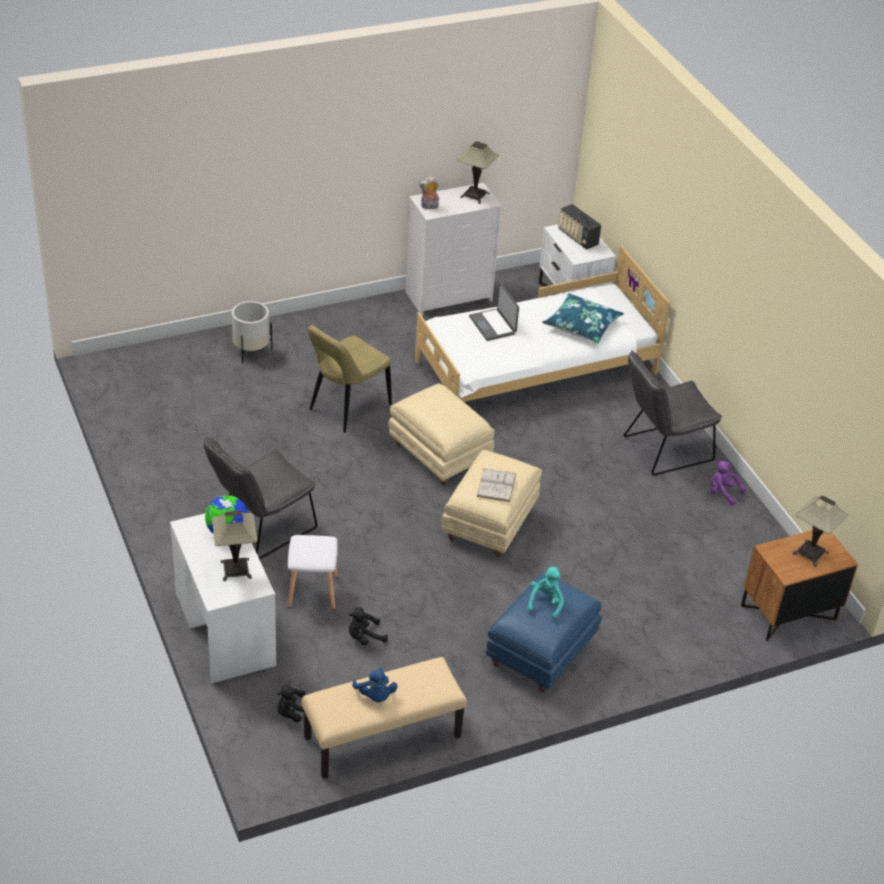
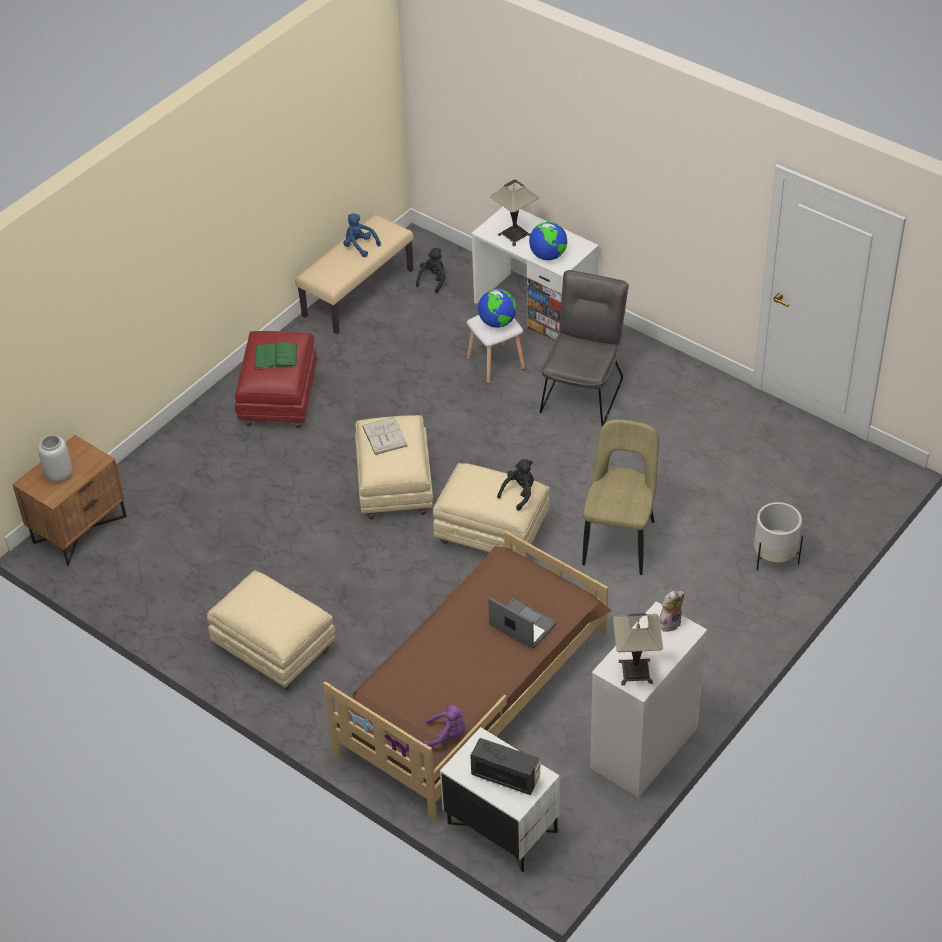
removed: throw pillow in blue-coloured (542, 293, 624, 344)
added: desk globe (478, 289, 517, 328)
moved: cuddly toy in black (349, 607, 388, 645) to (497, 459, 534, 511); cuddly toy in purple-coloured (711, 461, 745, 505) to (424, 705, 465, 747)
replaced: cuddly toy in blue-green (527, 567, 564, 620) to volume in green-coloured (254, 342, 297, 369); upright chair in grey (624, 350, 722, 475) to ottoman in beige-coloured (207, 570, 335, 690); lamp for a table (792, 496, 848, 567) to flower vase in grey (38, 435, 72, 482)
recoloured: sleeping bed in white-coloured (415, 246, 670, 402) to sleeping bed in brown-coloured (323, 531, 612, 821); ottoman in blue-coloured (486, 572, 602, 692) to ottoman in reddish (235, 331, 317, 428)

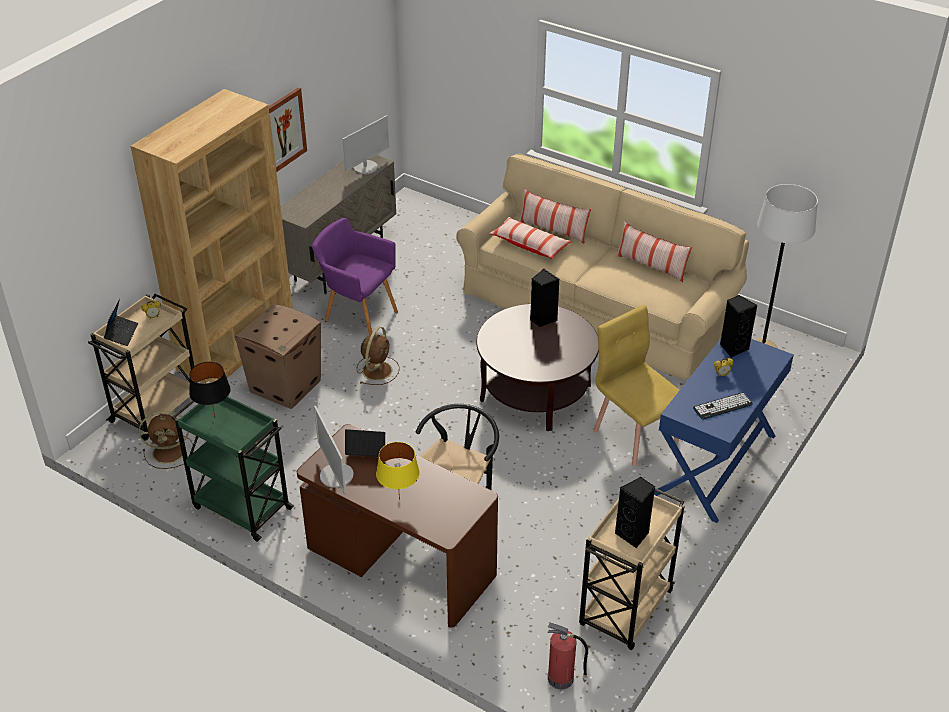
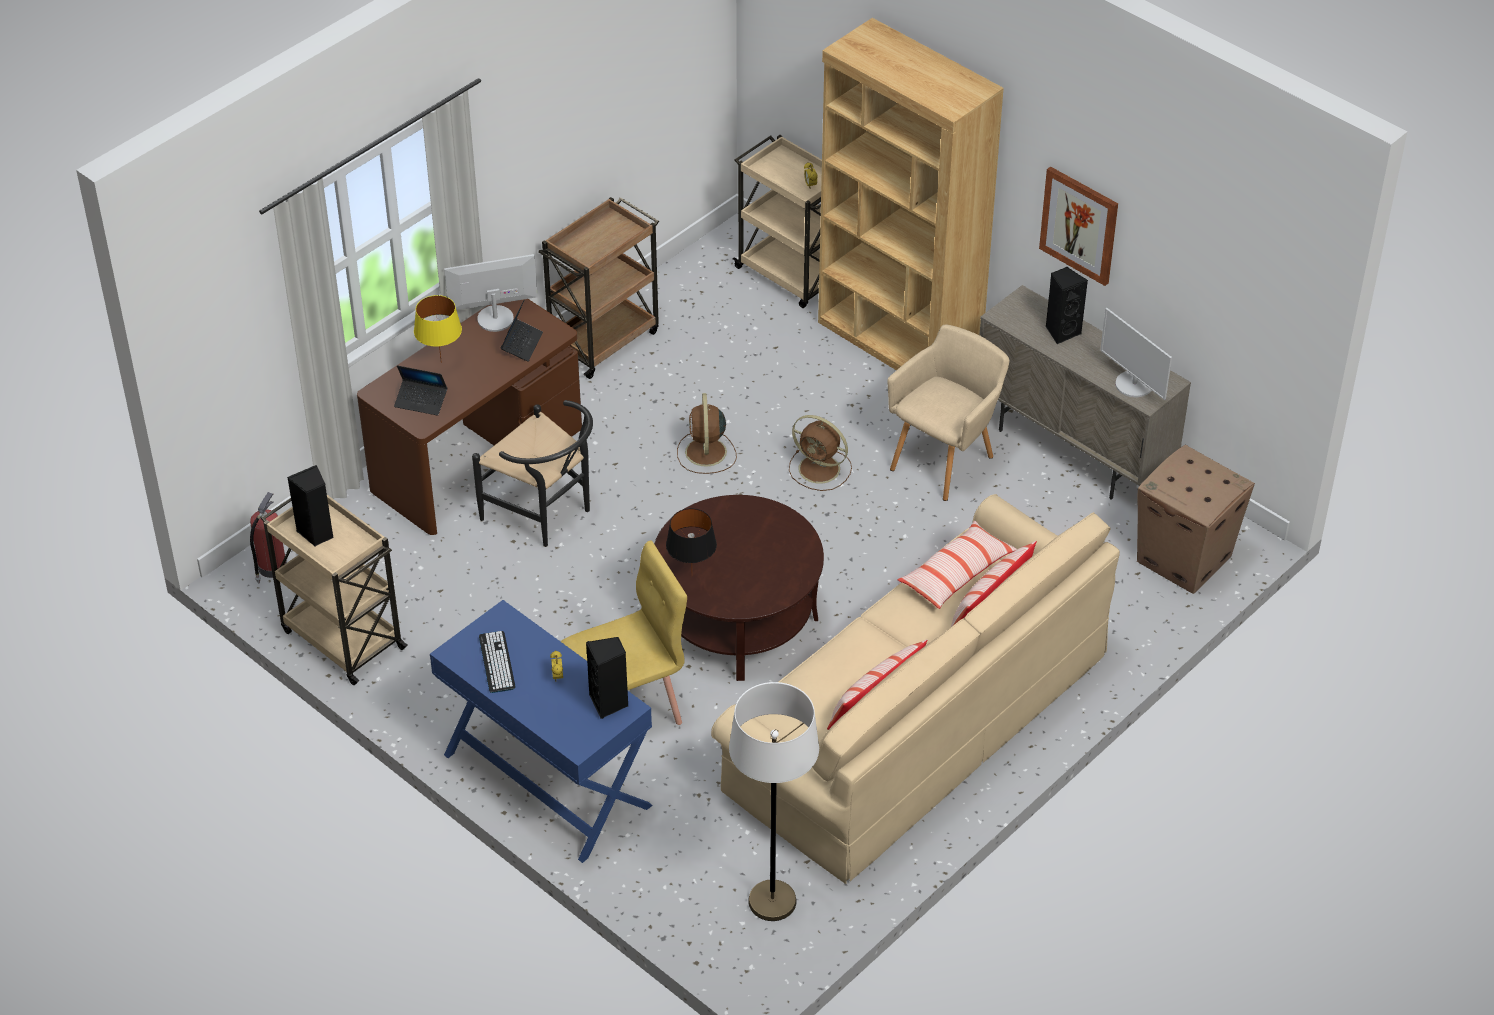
moved: laptop (104, 299, 138, 346) to (394, 365, 447, 416); electric fan in brown-coloured (139, 411, 194, 469) to (677, 393, 737, 474); lamp for a table in black (189, 362, 231, 417) to (666, 508, 717, 568); packing box (235, 304, 321, 409) to (1137, 445, 1255, 594); speaker in black (530, 269, 559, 327) to (1046, 266, 1088, 345)
recoloured: wheeled cart in green-coloured (172, 397, 295, 542) to wheeled cart in brown-coloured (538, 197, 659, 379); armchair in purple-coloured (312, 218, 398, 335) to armchair in beige-coloured (887, 325, 1010, 501)

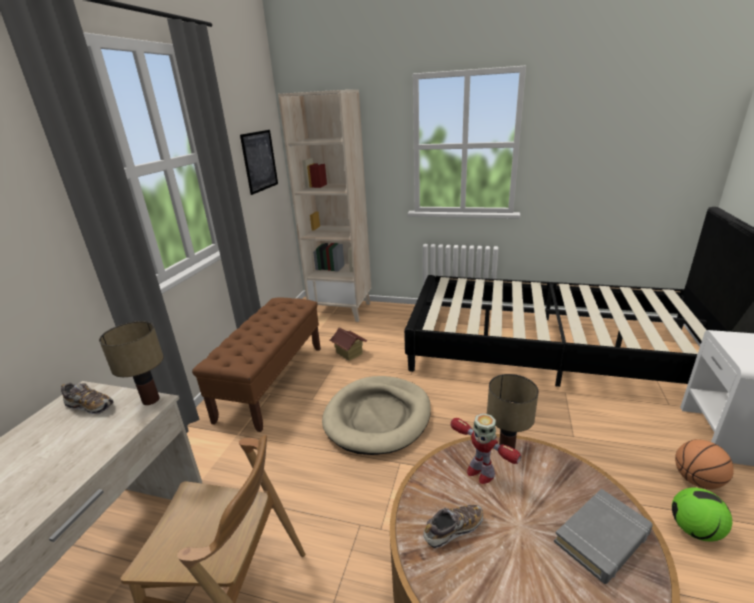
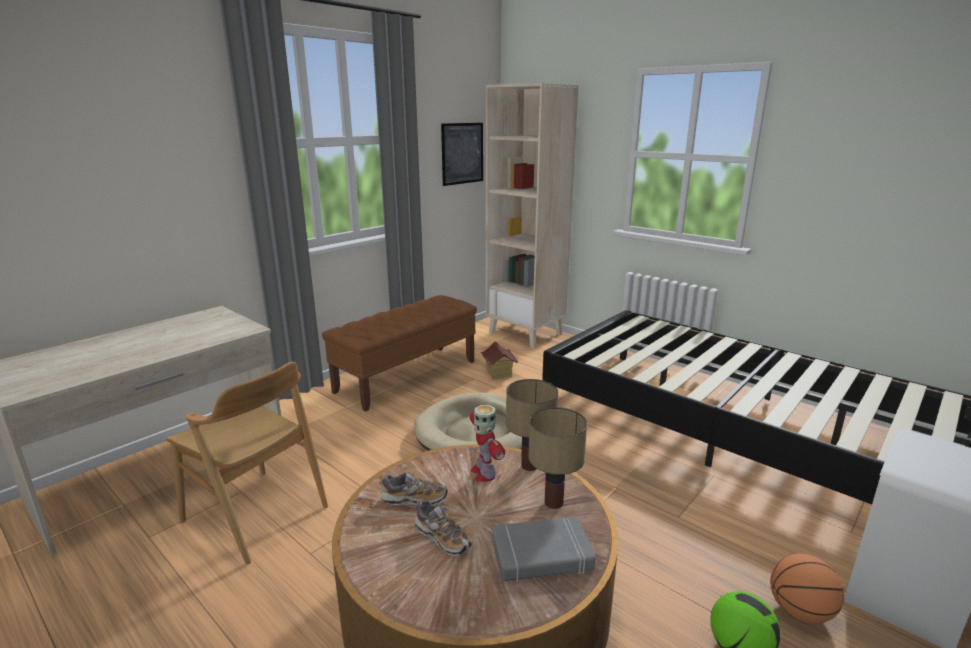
moved: shoe (61, 383, 114, 414) to (415, 499, 472, 556); lamp for a table (99, 321, 164, 405) to (528, 407, 587, 509)

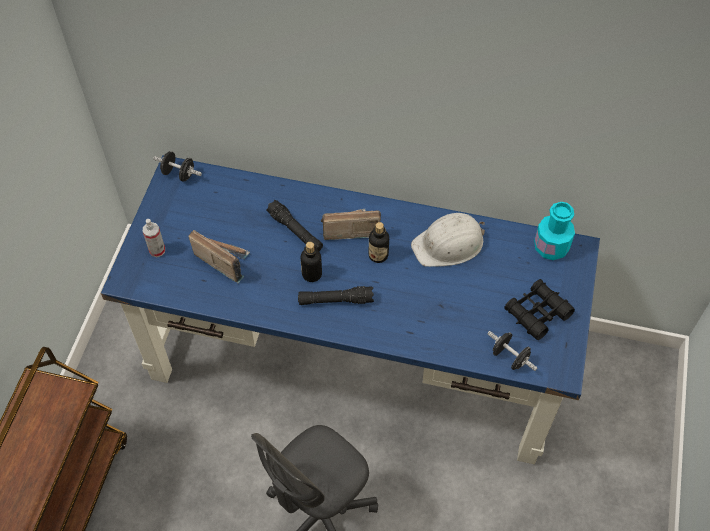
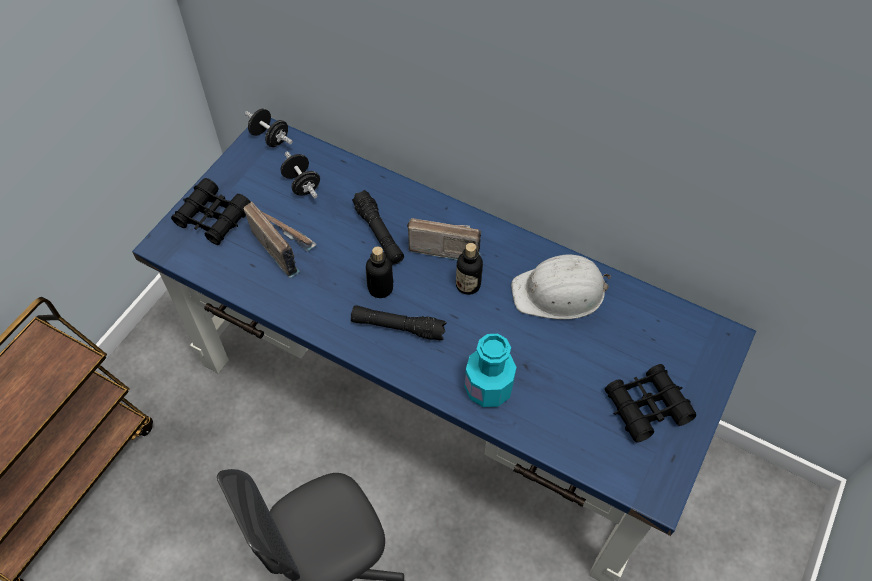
moved: dumbbell in black (487, 331, 537, 371) to (281, 152, 320, 198); beverage bottle in blue-green (534, 202, 575, 260) to (464, 334, 516, 407)
replaced: spray bottle (143, 219, 165, 257) to pair of binoculars in black (171, 178, 250, 245)

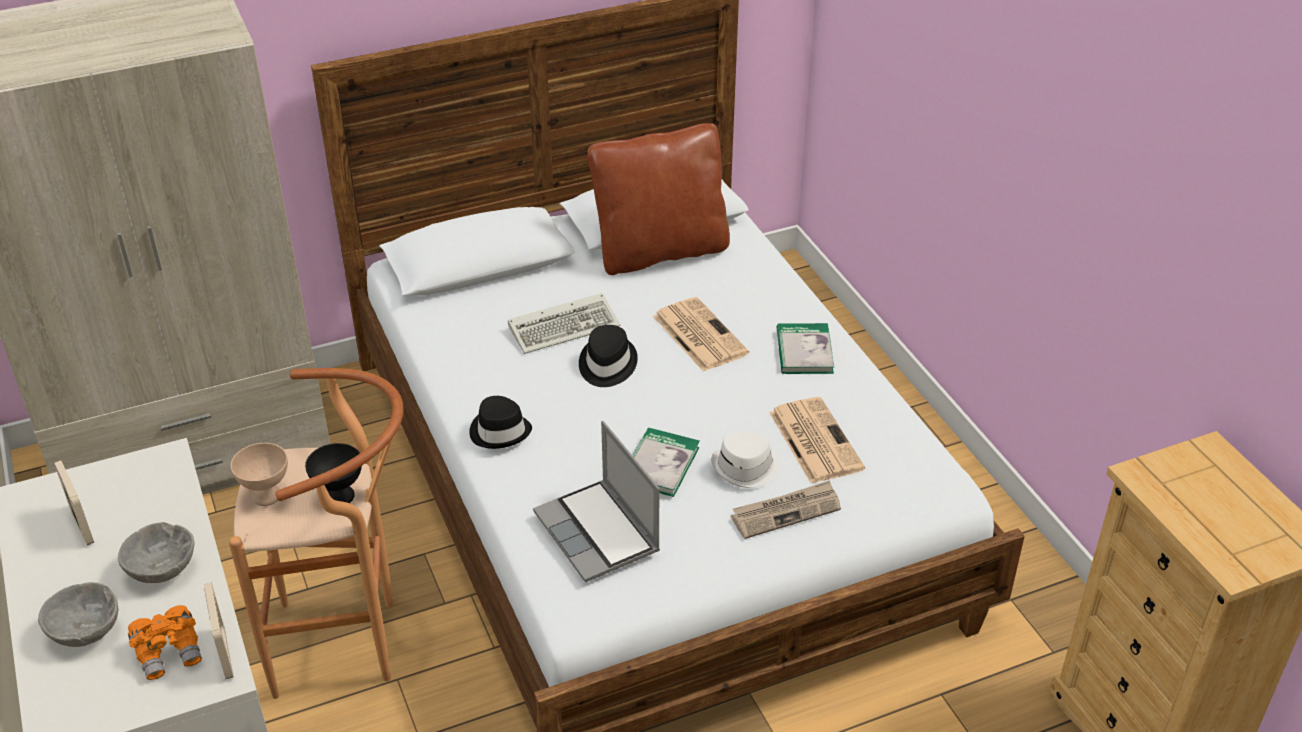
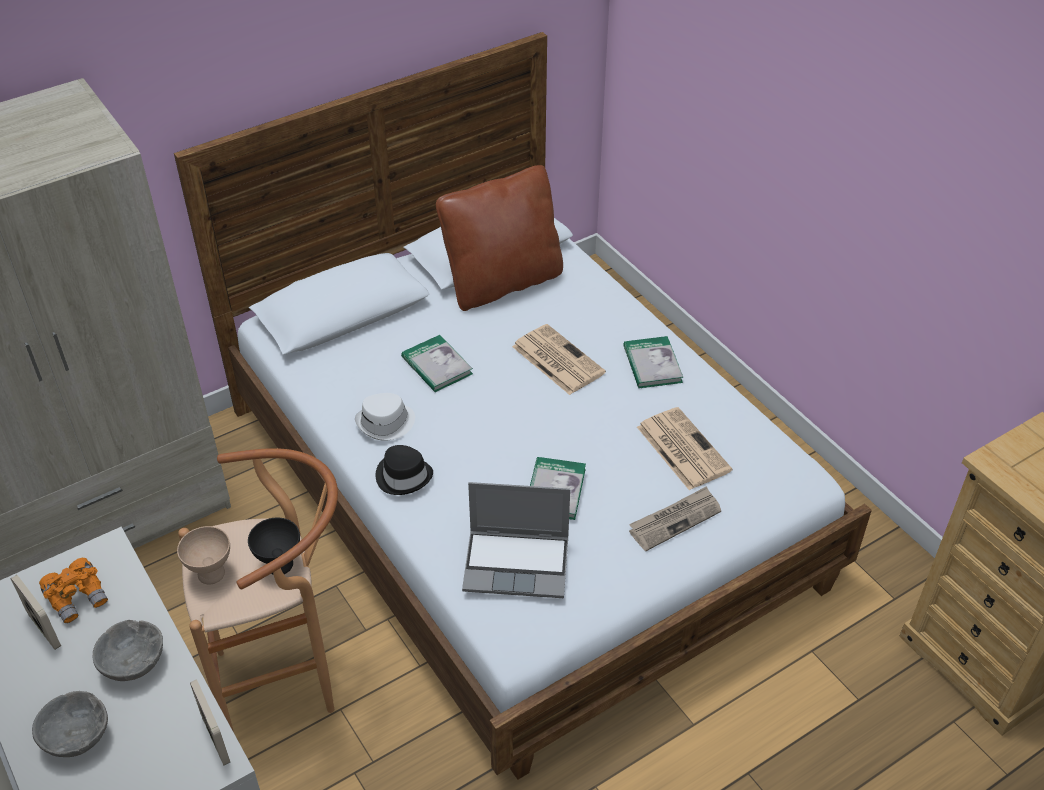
removed: wearable hat in black (579, 325, 638, 387)
moved: pair of binoculars in orange-coloured (128, 605, 202, 680) to (39, 558, 108, 623); wearable hat in white-coloured (711, 432, 781, 488) to (355, 393, 415, 441)
replaced: keyboard (508, 293, 620, 354) to volume (401, 335, 473, 392)
turned: laptop (533, 421, 660, 583) = (462, 482, 570, 598) 45 degrees counterclockwise

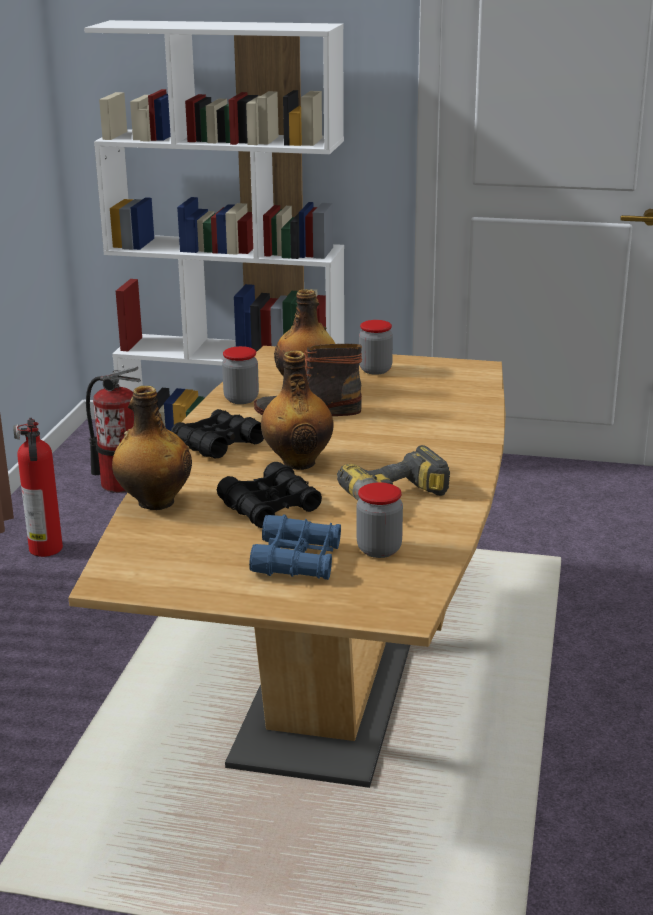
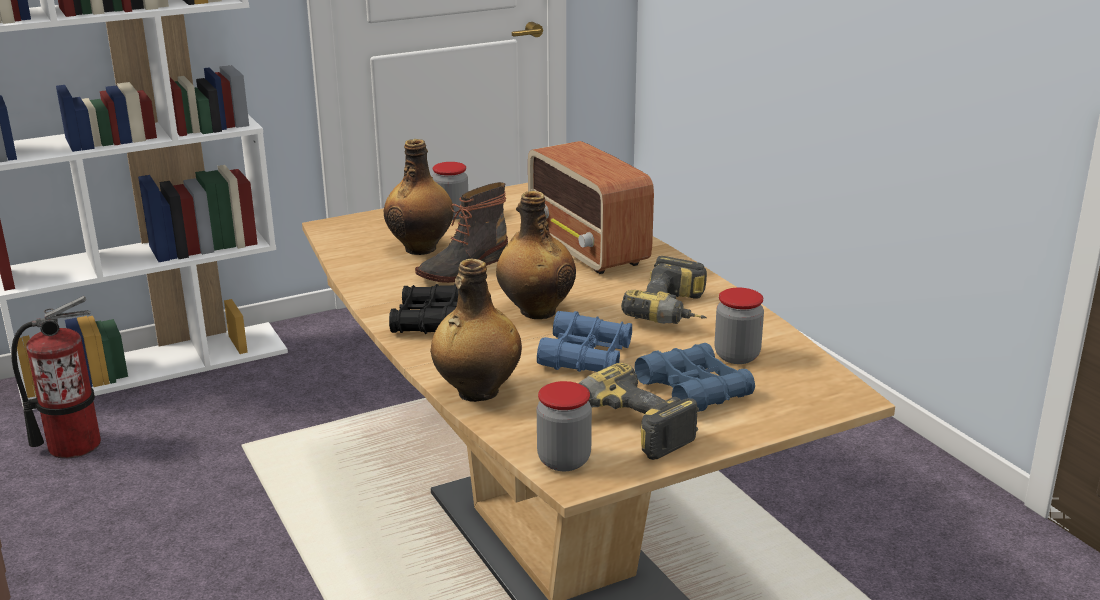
removed: extinguisher (13, 418, 63, 557)
added: radio set (528, 141, 654, 274); electric drill (578, 363, 699, 460)
moved: preserve jar (222, 346, 259, 404) to (537, 381, 592, 471)
recoloured: pair of binoculars in black (217, 462, 322, 528) to pair of binoculars in blue-coloured (537, 311, 632, 372)

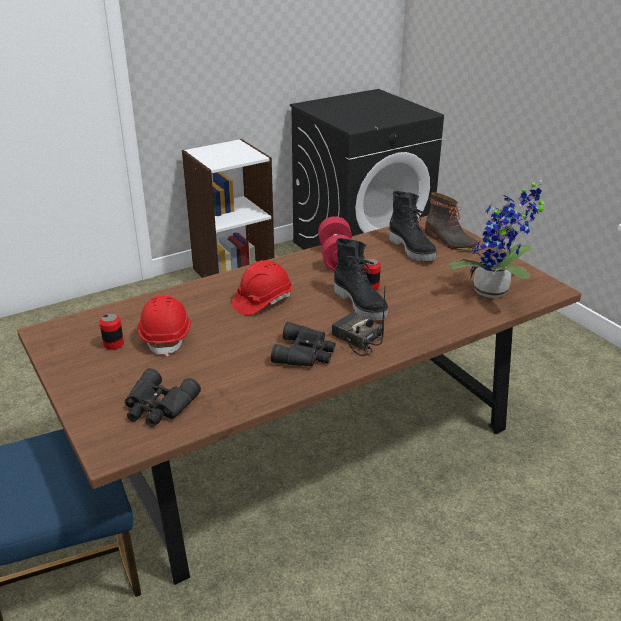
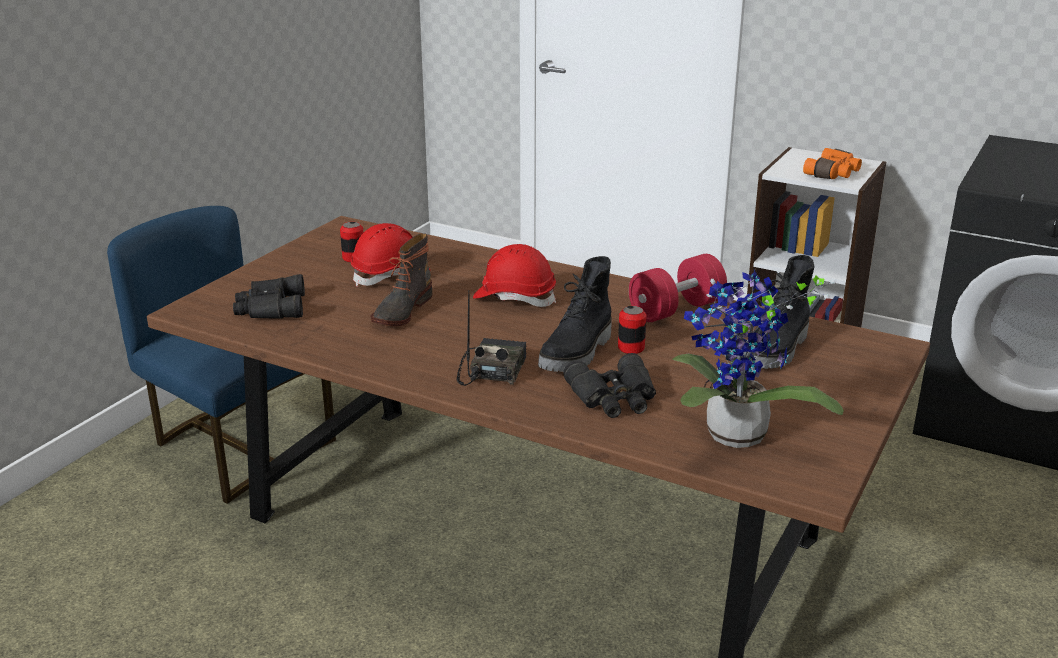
added: pair of binoculars in orange-coloured (803, 148, 862, 179)
moved: pair of binoculars in black (271, 322, 336, 367) to (563, 353, 656, 418); tall boot (425, 192, 479, 250) to (370, 233, 433, 326)

